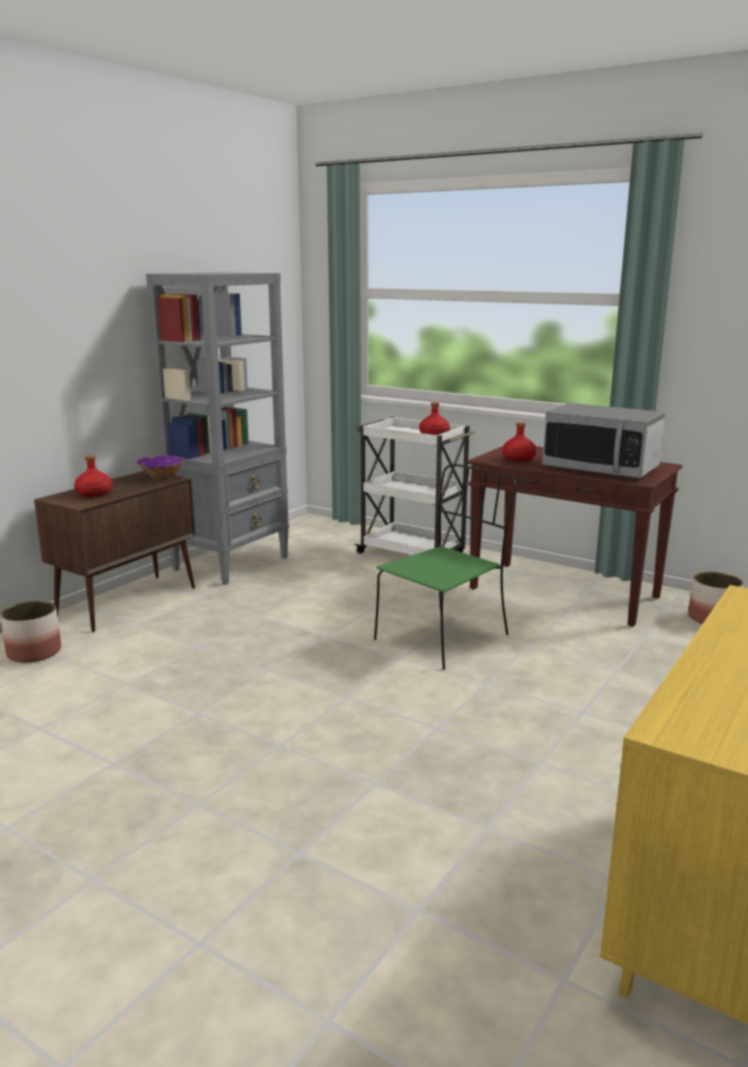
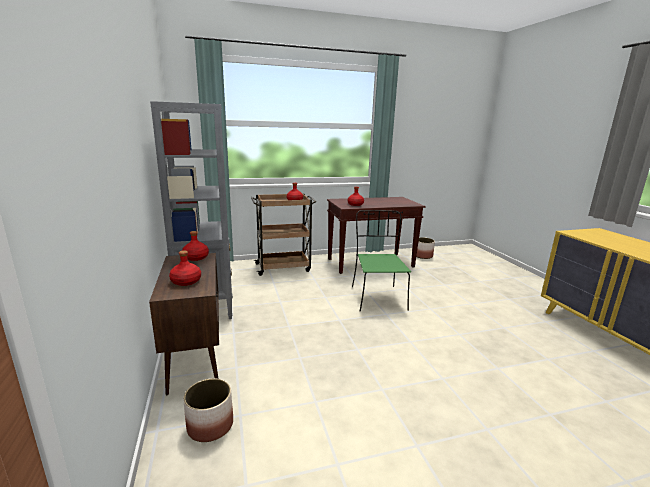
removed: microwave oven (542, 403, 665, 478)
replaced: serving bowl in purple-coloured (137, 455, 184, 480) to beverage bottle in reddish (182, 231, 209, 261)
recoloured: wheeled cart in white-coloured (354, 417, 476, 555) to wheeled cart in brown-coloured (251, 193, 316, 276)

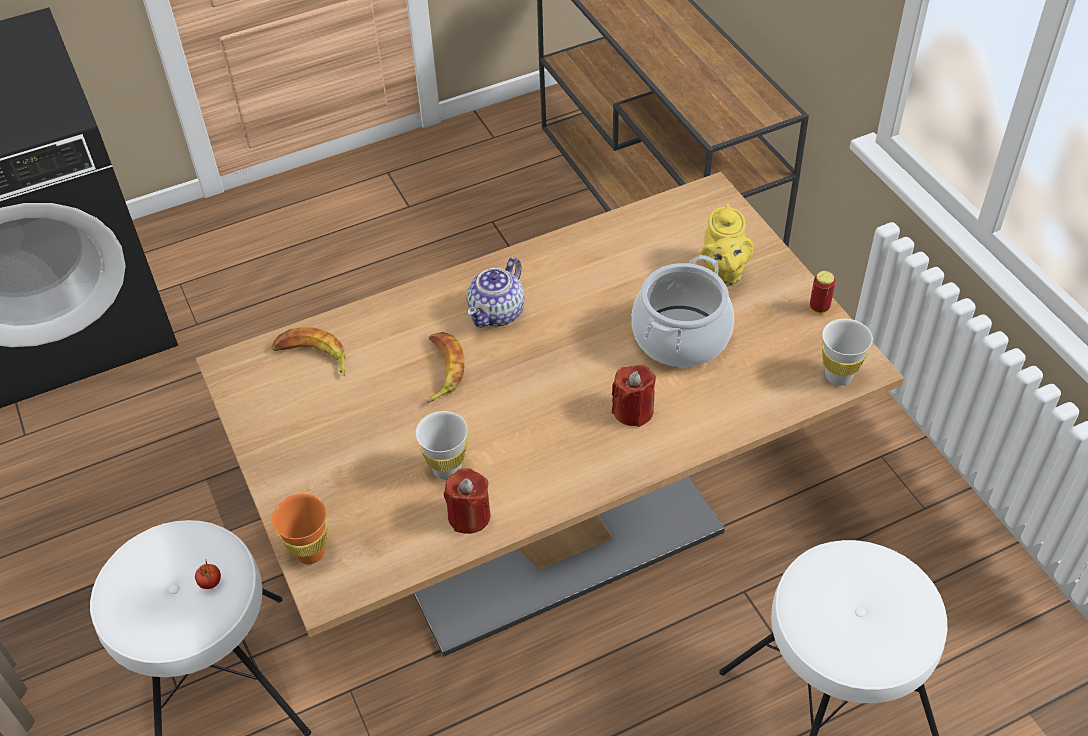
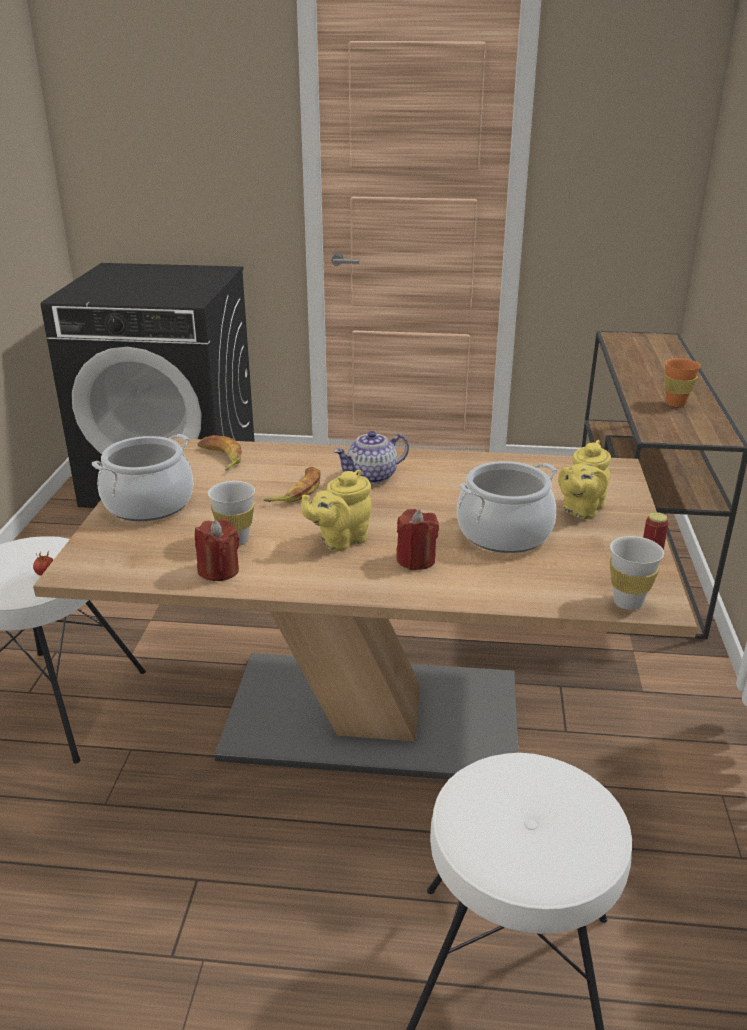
added: cooking pot (92, 434, 194, 521); tea pot in yellow-coloured (301, 469, 372, 551)
moved: drinking cup in orange-coloured (272, 494, 328, 564) to (664, 358, 701, 407)

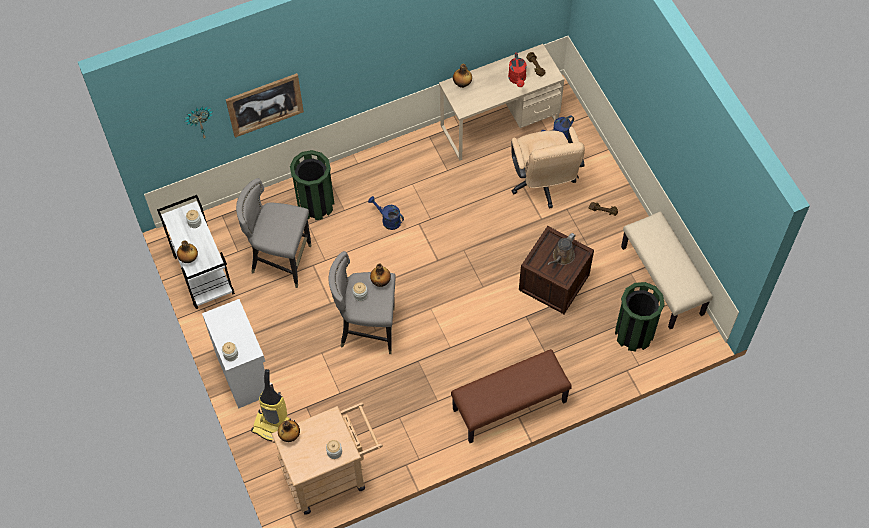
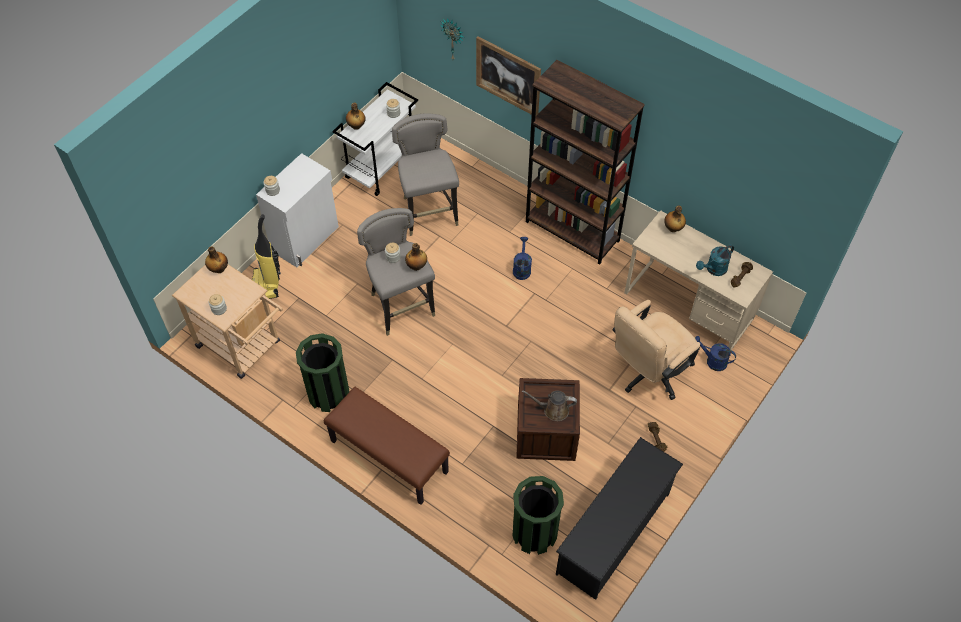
added: bookcase in brown-coloured (526, 60, 645, 265)
moved: trash can in green-coloured (290, 150, 334, 221) to (296, 333, 350, 412)
replaced: indoor bench in beige-coloured (621, 211, 713, 329) to shoe rack in black (556, 437, 683, 600)
recoloured: watering can in reddish (508, 53, 527, 87) to watering can in blue-green (696, 244, 734, 276)

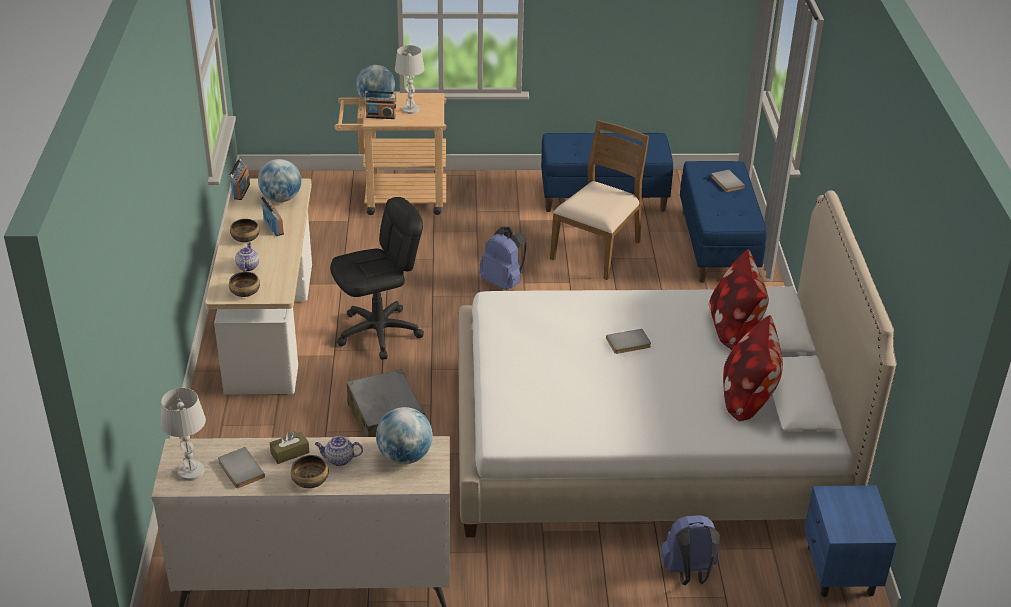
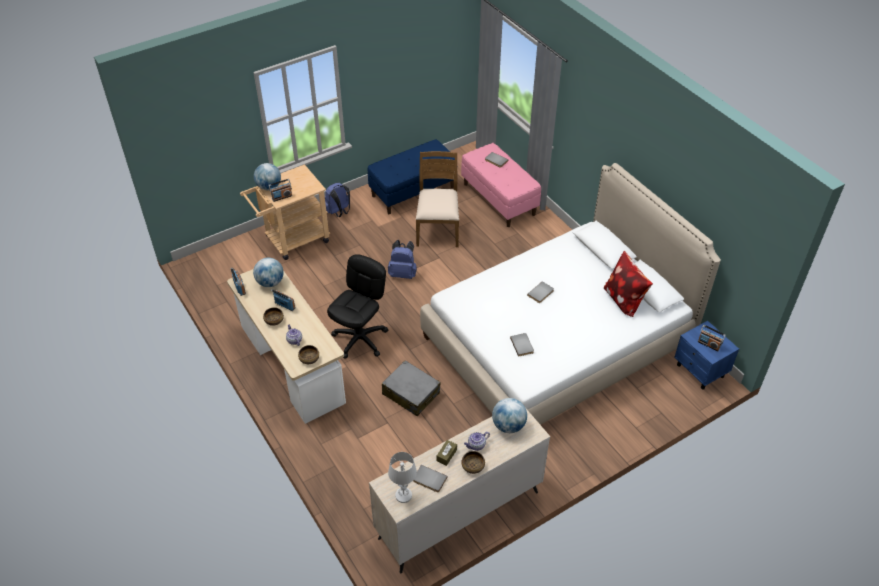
removed: lamp for a table in white-coloured (395, 45, 425, 114); throw pillow (709, 249, 769, 350)
added: volume in grey (510, 333, 534, 357); radio set (698, 325, 726, 351)
moved: knapsack in blue-coloured (661, 515, 720, 585) to (325, 183, 350, 217)
recoloured: indoor bench in blue-coloured (680, 161, 767, 283) to indoor bench in pinkish (461, 143, 541, 227)

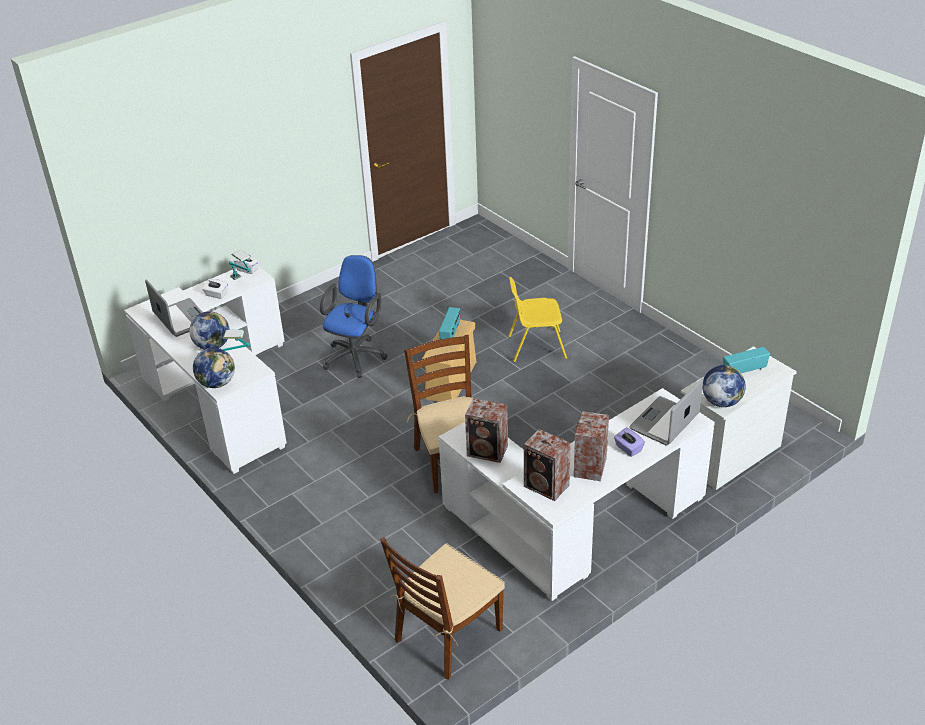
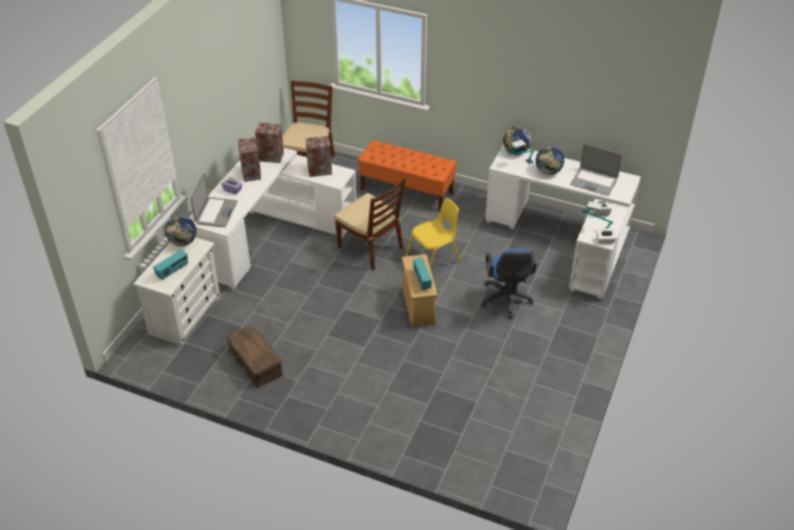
added: storage container in brown-coloured (226, 325, 283, 387); indoor bench in orange-coloured (358, 140, 457, 212)
moved: upright chair in yellow-coloured (508, 277, 567, 362) to (406, 198, 461, 268)

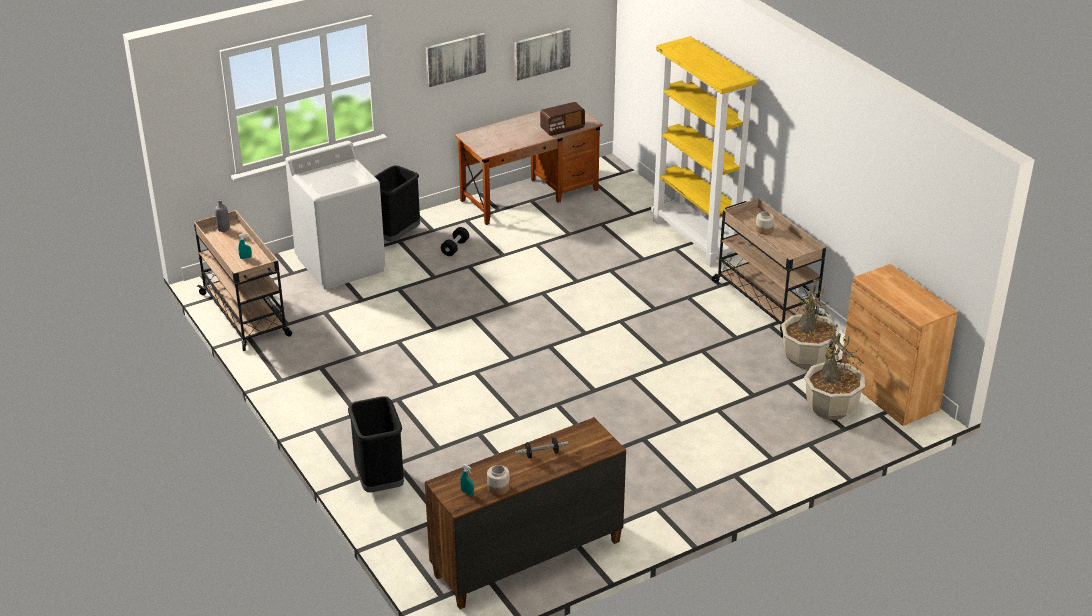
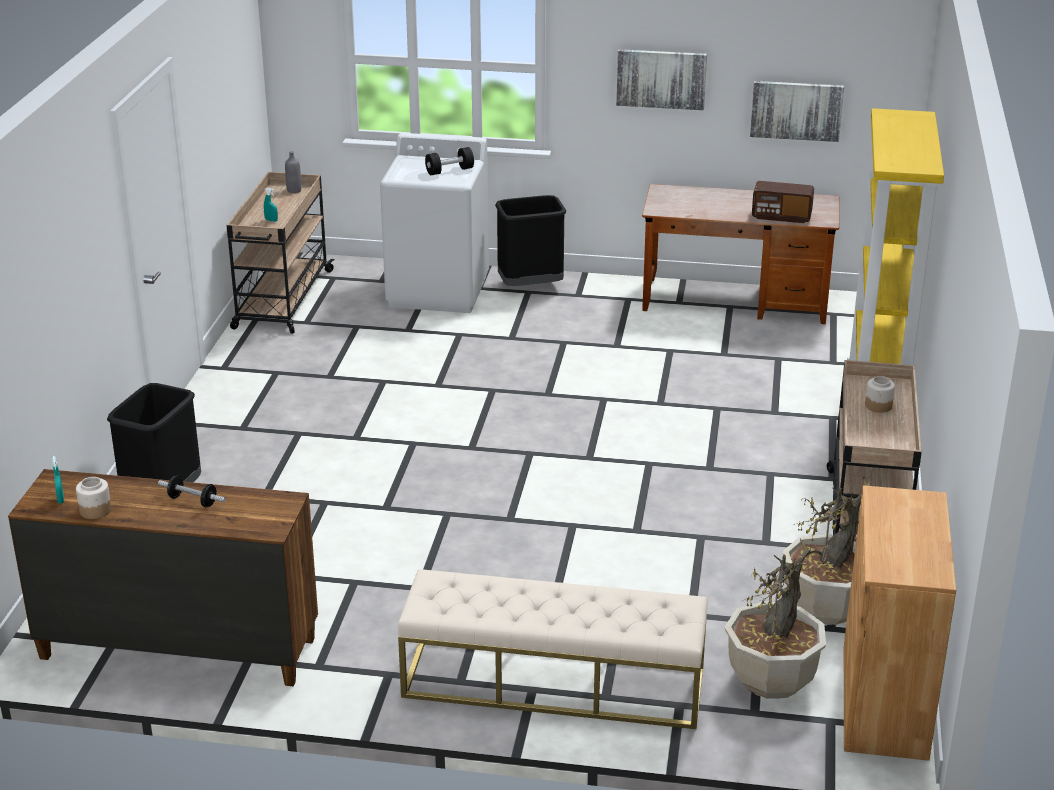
added: indoor bench in beige-coloured (398, 569, 708, 729)
moved: dumbbell in black (441, 227, 469, 256) to (425, 147, 474, 175)

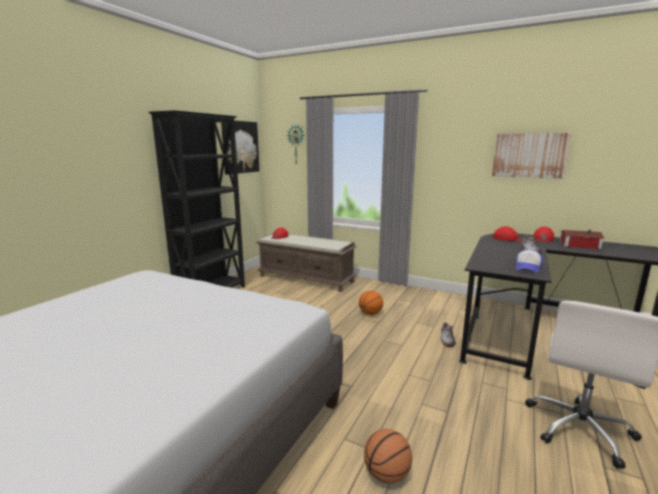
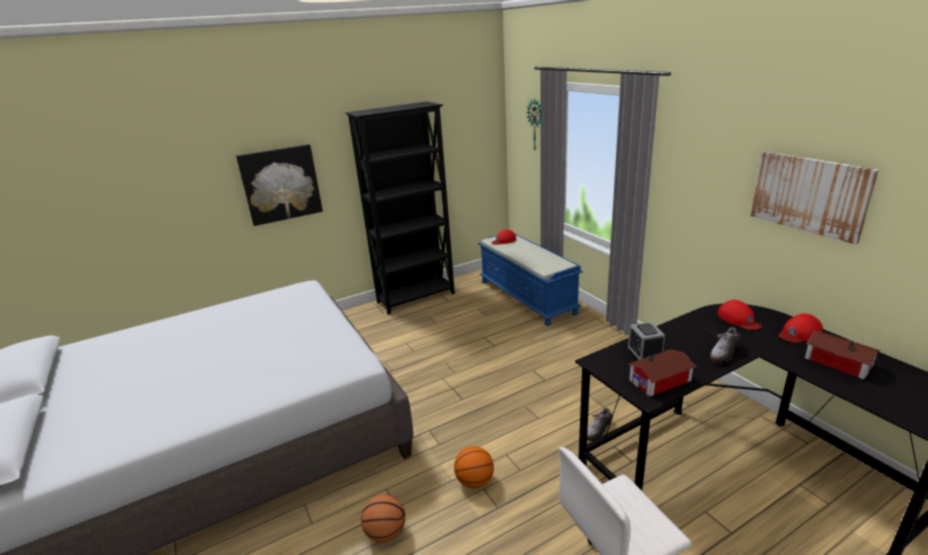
added: alarm clock (627, 322, 665, 360)
moved: picture (221, 120, 260, 175) to (236, 144, 323, 226); basketball (359, 291, 383, 315) to (454, 446, 494, 488)
replaced: peaked cap (515, 249, 543, 273) to miniature house (628, 349, 696, 397)
recoloured: indoor bench in brown-coloured (256, 234, 357, 292) to indoor bench in blue-coloured (478, 234, 583, 326)

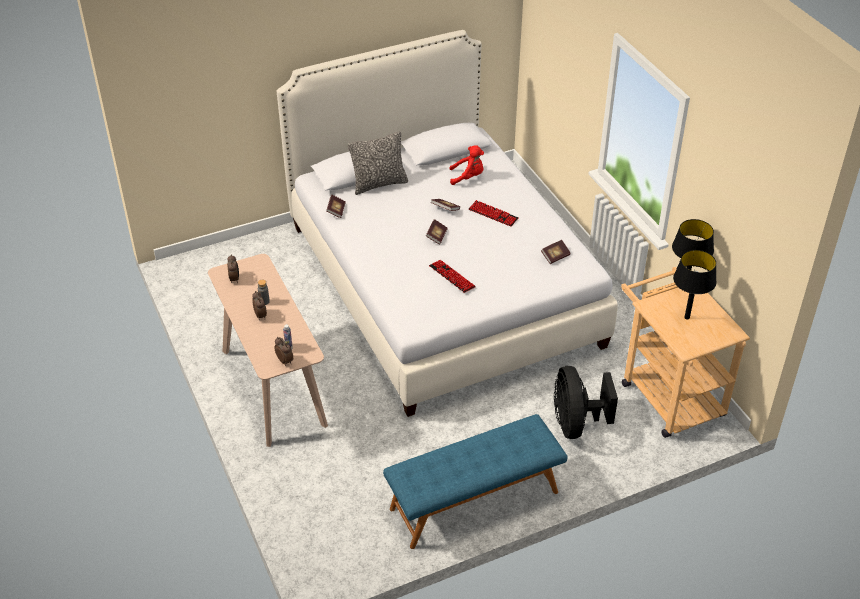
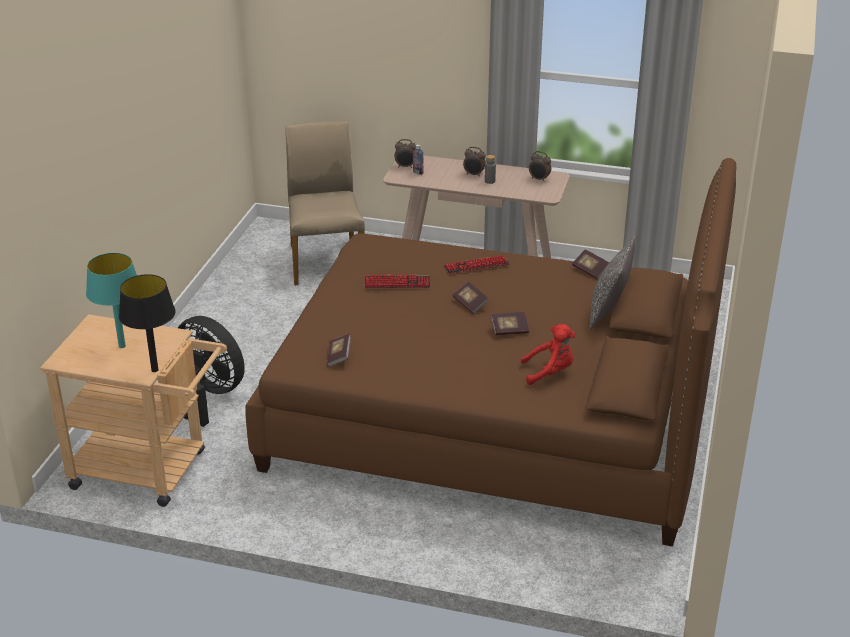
removed: indoor bench in blue-coloured (383, 414, 568, 549)
added: upright chair in beige-coloured (285, 121, 365, 285)
moved: keyboard (469, 200, 519, 227) to (444, 255, 509, 274)
recoloured: sleeping bed in white-coloured (277, 30, 618, 417) to sleeping bed in brown-coloured (245, 158, 736, 546); lamp for a table in black (673, 250, 717, 320) to lamp for a table in blue-green (86, 253, 137, 348)
turned: cuddly toy in reddish (450, 145, 484, 185) = (521, 324, 575, 385) 135 degrees counterclockwise

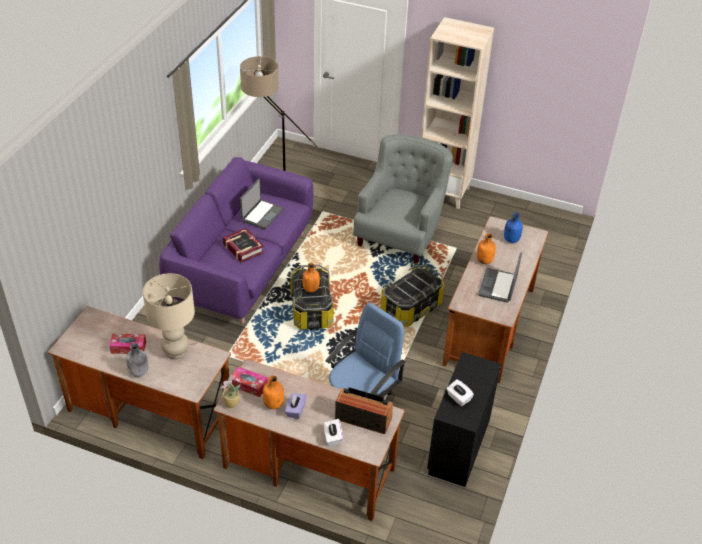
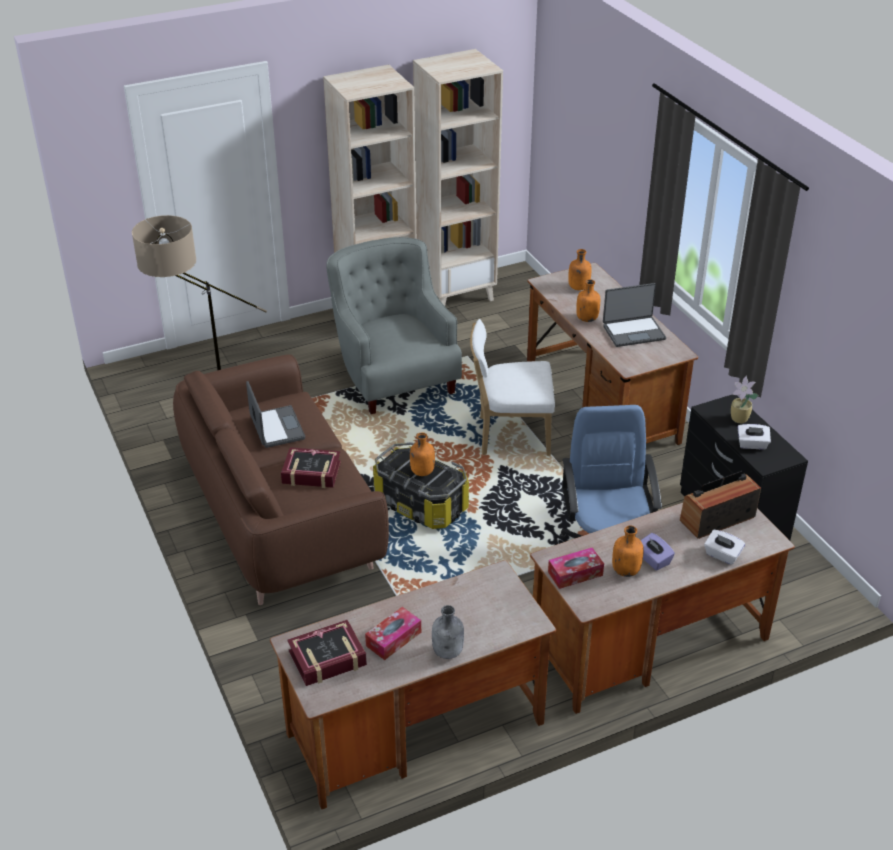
removed: lamp for a table in beige-coloured (143, 273, 195, 360)
added: volume (287, 620, 367, 686); bookcase in beige-coloured (413, 49, 503, 306)
moved: houseplant (220, 375, 240, 408) to (731, 376, 758, 423)
replaced: storage container (380, 265, 444, 327) to upright chair in white-coloured (470, 319, 555, 456)
recoloured: sofa in purple-coloured (159, 157, 313, 324) to sofa in brown-coloured (173, 354, 389, 605); beverage bottle in blue-coloured (504, 213, 523, 243) to beverage bottle in orange-coloured (568, 249, 591, 290)
turned: laptop (478, 252, 522, 303) = (603, 283, 666, 347) 75 degrees counterclockwise

